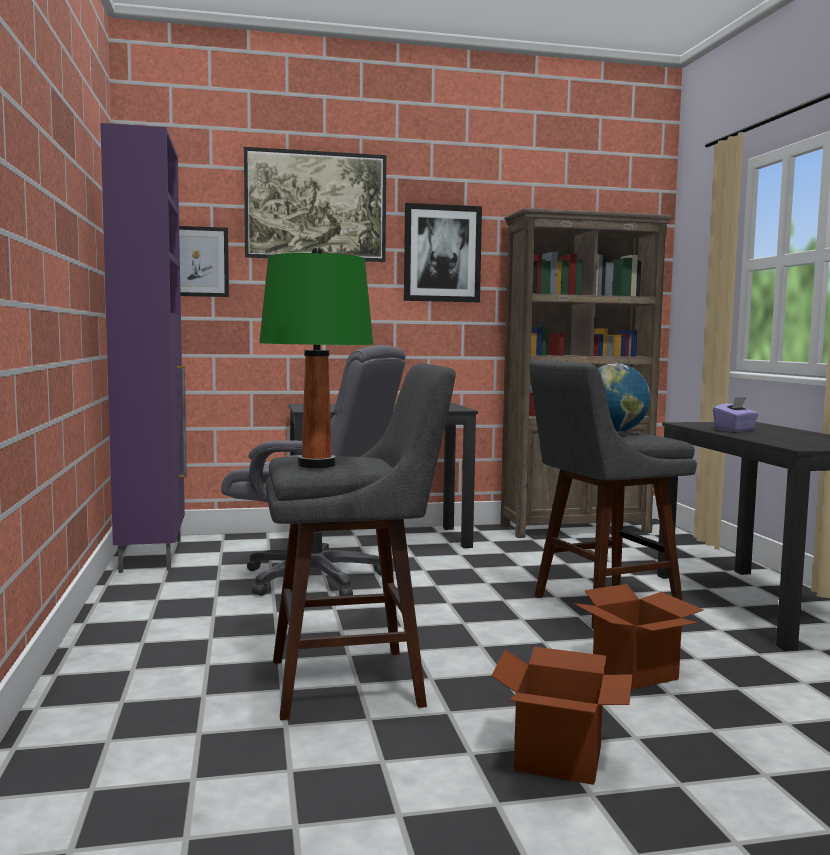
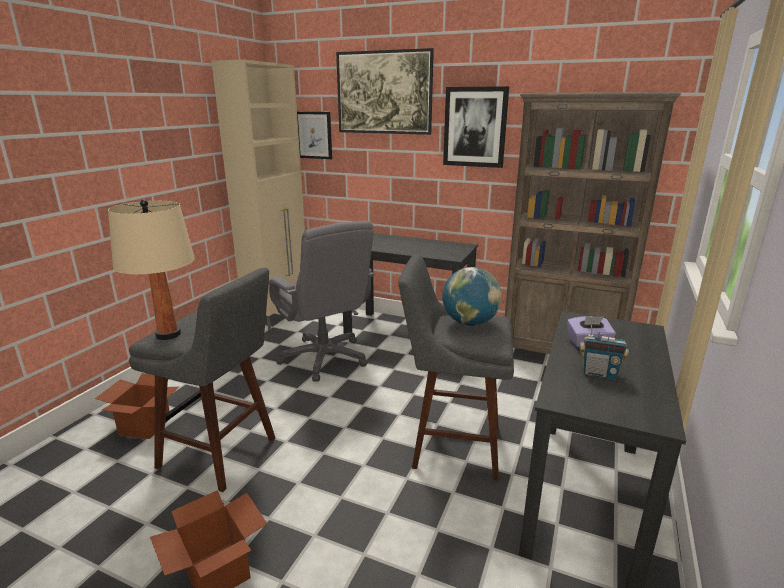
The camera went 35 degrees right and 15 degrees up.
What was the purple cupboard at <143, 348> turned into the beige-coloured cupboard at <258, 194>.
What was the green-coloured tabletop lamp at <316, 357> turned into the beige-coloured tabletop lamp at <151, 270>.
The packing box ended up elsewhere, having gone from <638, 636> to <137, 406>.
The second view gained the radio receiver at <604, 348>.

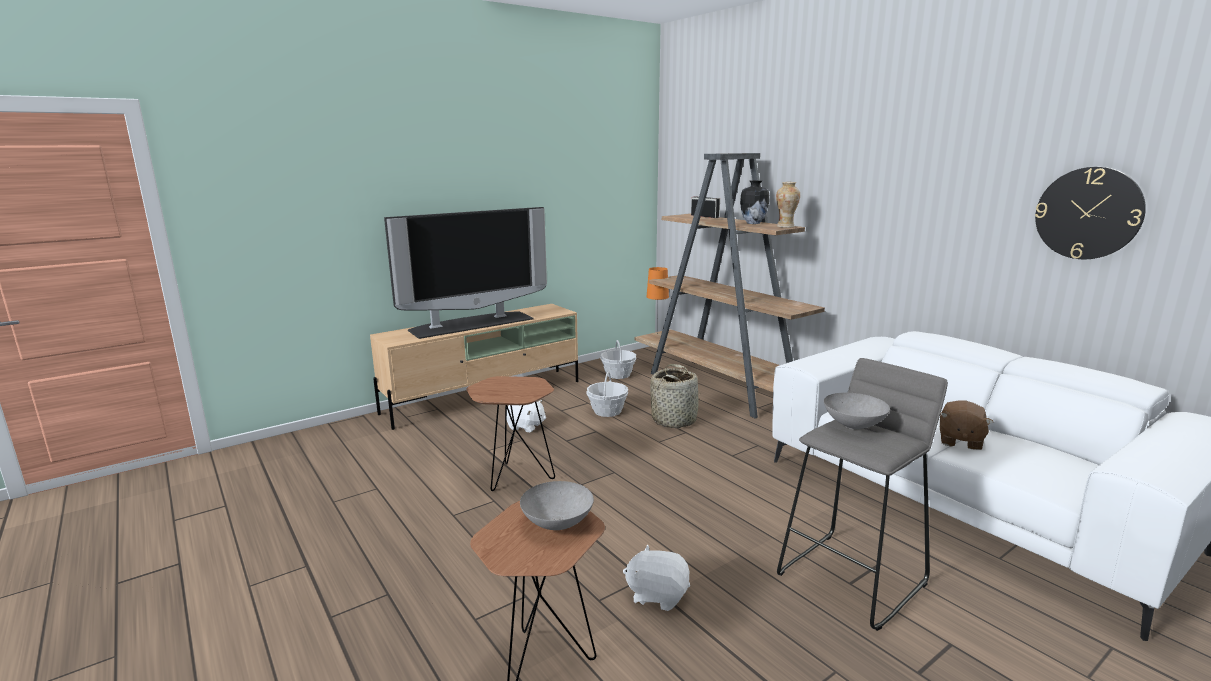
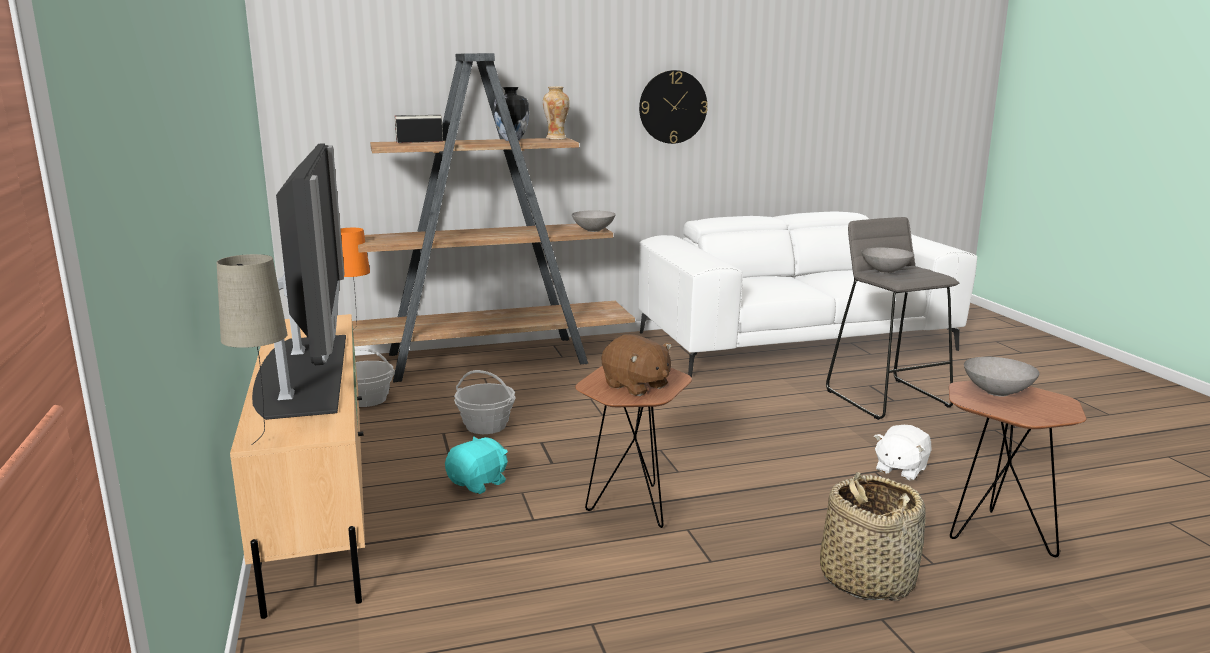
The camera went 70 degrees left and 0 degrees up.
What was the white cuddly toy at <526, 416> turned into the turquoise cuddly toy at <476, 465>.
The basket ended up elsewhere, having gone from <675, 396> to <873, 536>.
The brownish cuddly toy ended up elsewhere, having gone from <966, 425> to <636, 365>.
The hanging clock ended up elsewhere, having gone from <1090, 213> to <673, 107>.
The second view gained the beige-coloured tabletop lamp at <252, 349>.
The second view gained the gray serving bowl at <594, 221>.

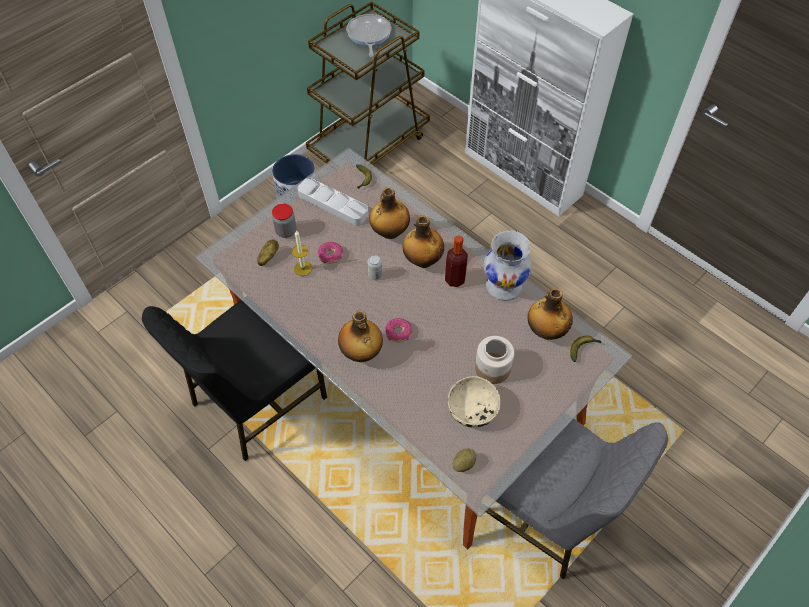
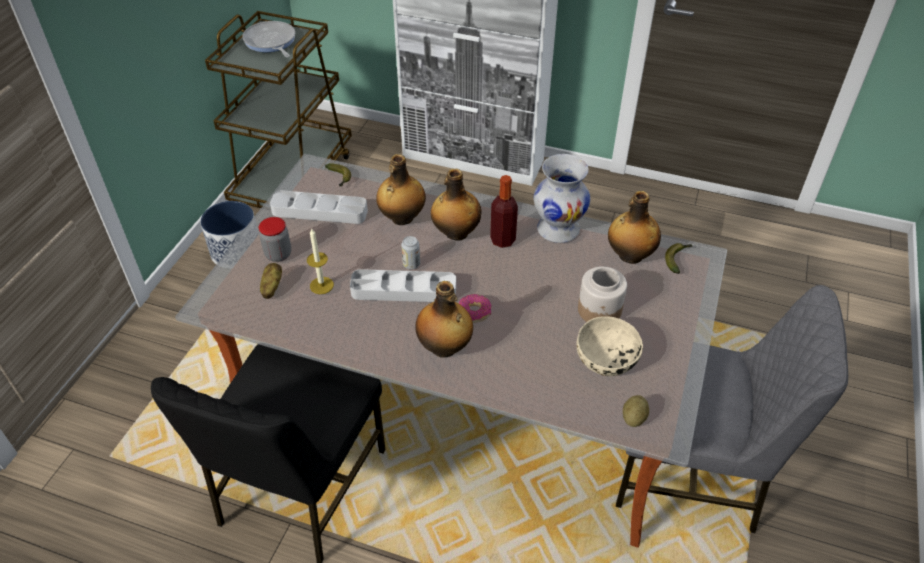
The camera went 25 degrees left and 10 degrees down.
The second view lost the ring doughnut at <330, 253>.
The second view gained the gray carrying tray at <403, 285>.

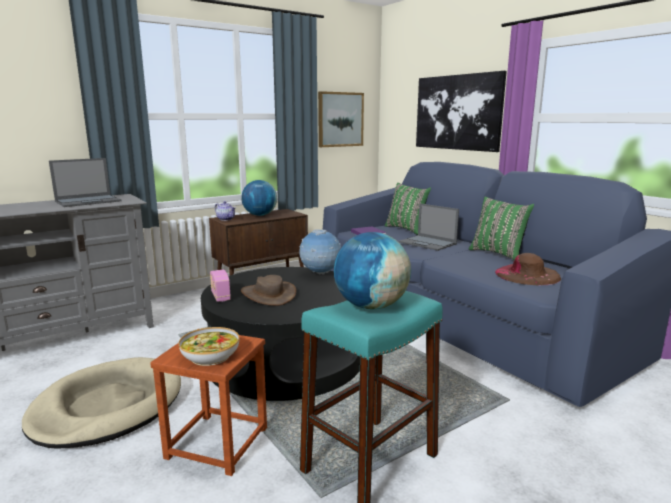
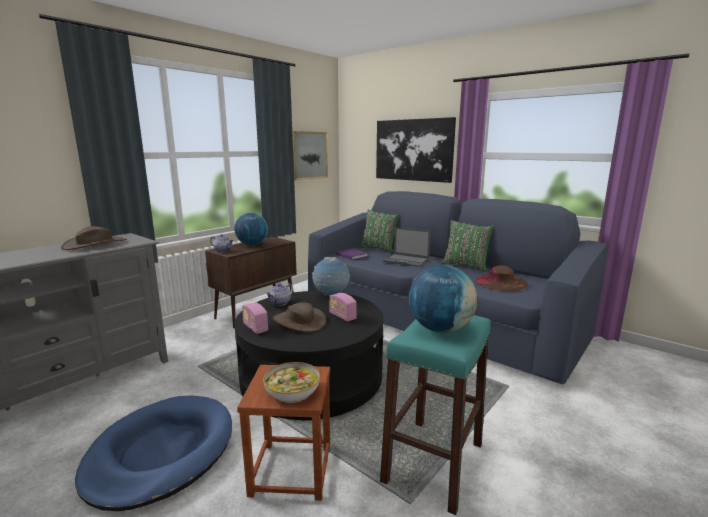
The camera went 15 degrees left and 0 degrees up.
What was the beige-coloured pet bed at <101, 403> turned into the blue-coloured pet bed at <153, 453>.
Where the notebook computer stood at <85, 182>, the brownish wearable hat came to stand at <94, 238>.
The second view gained the teapot at <279, 294>.
The second view gained the radio receiver at <343, 307>.

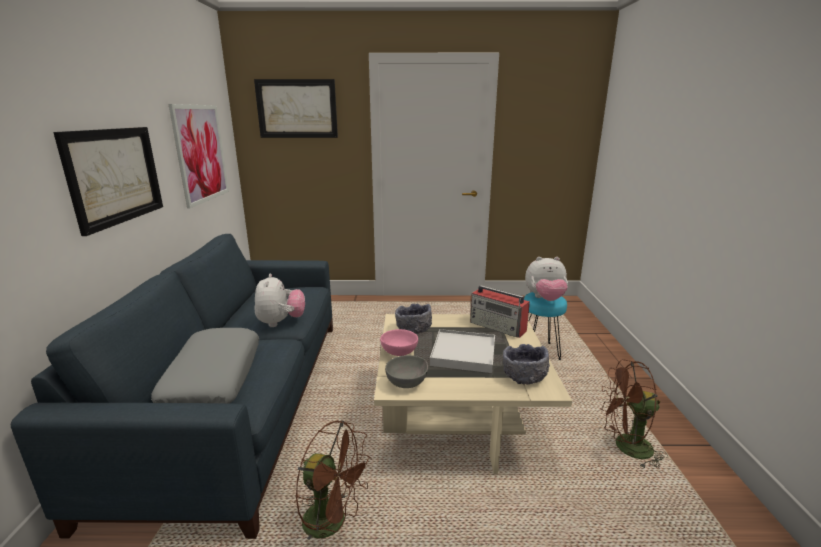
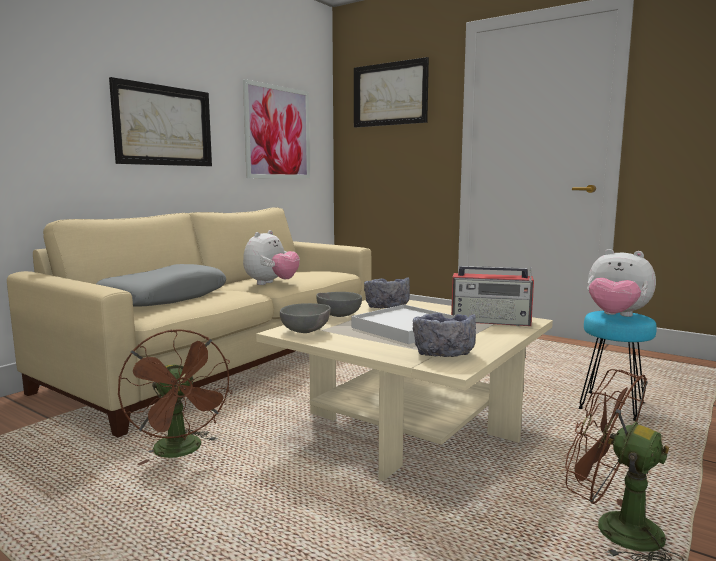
The camera went 35 degrees right and 10 degrees down.
What was the blue-coloured sofa at <172, 386> turned into the beige-coloured sofa at <189, 322>.
What was the pink serving bowl at <399, 342> turned into the gray serving bowl at <339, 304>.
The radio receiver at <500, 311> ended up facing another way, 60 degrees counterclockwise from before.

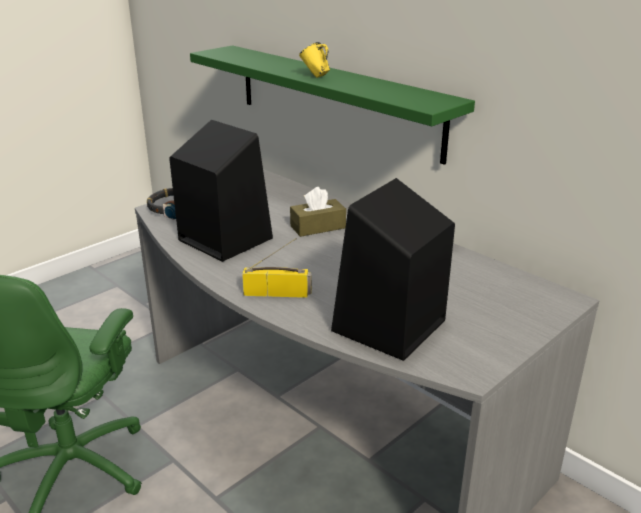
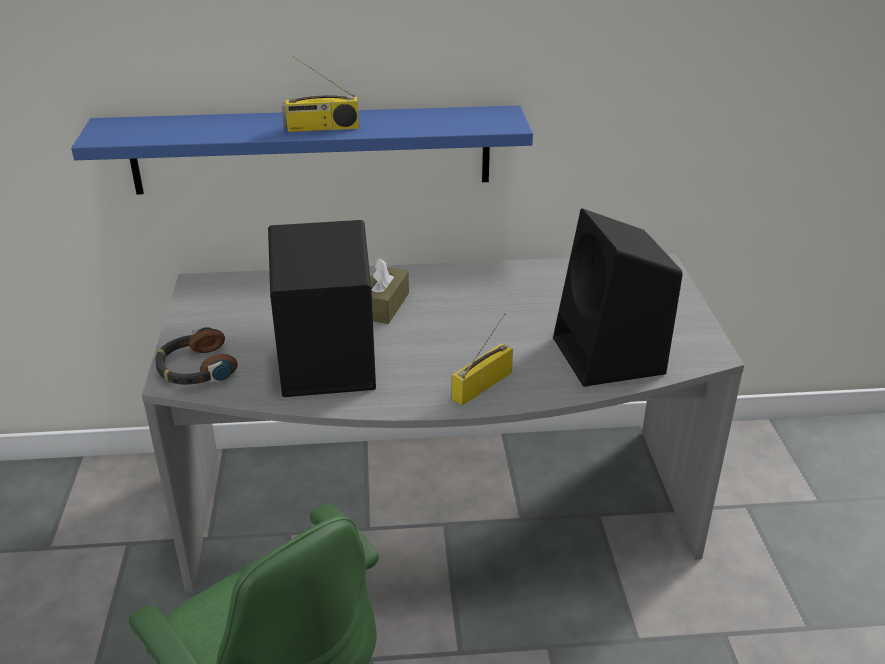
The camera went 50 degrees left and 5 degrees up.
What was the green-coloured bracket shelf at <332, 105> turned into the blue-coloured bracket shelf at <302, 150>.
Where the yellow-coloured mug stood at <314, 60>, the radio receiver came to stand at <320, 94>.

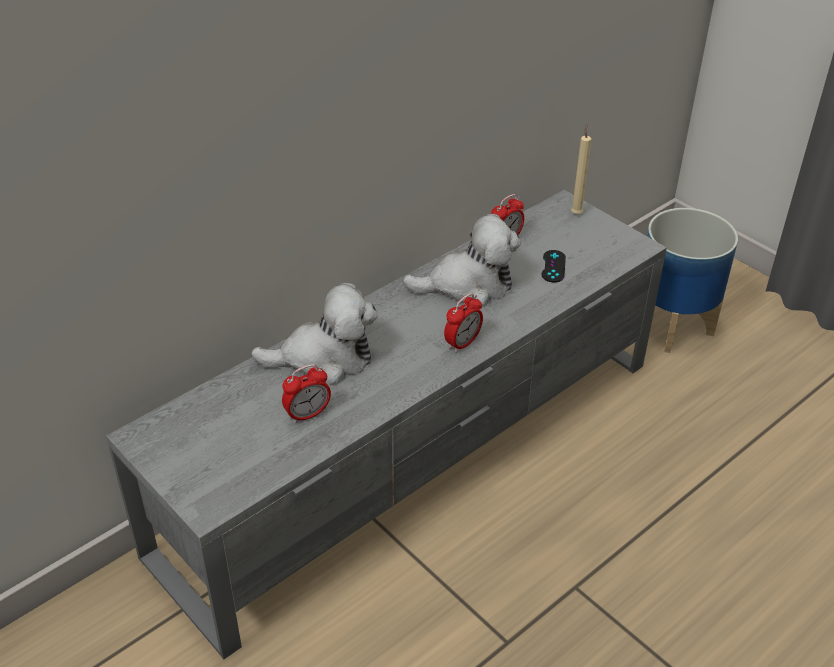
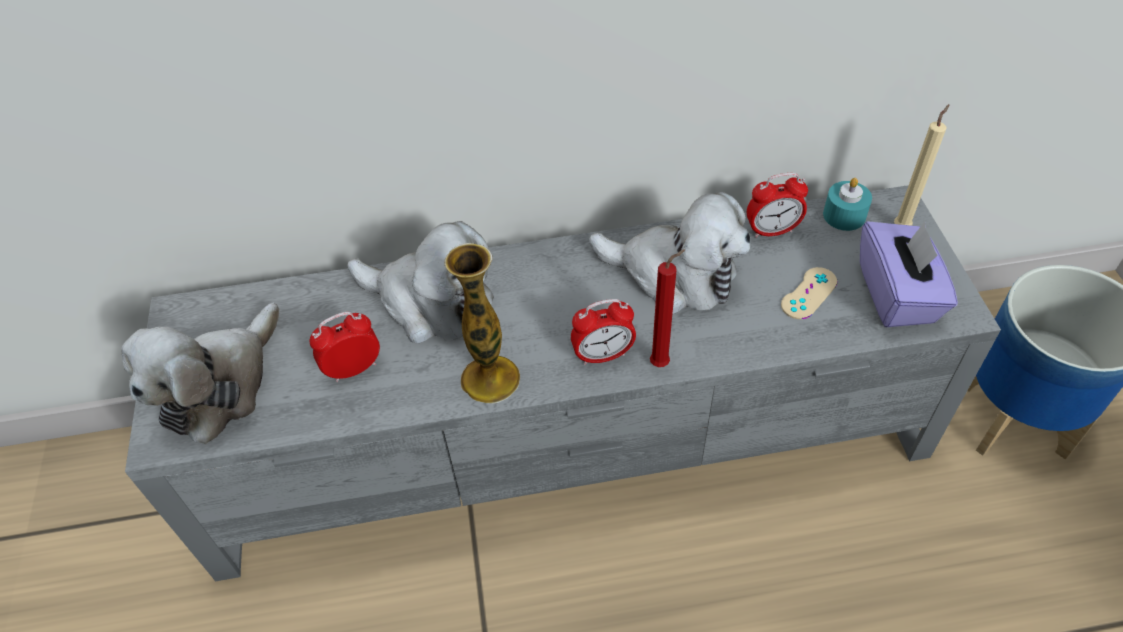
The camera went 35 degrees right and 10 degrees up.
The alarm clock at <306, 394> ended up facing another way, 150 degrees clockwise from before.
What was the black game controller at <554, 266> turned into the beige-coloured game controller at <809, 293>.
The second view gained the cuddly toy at <200, 373>.
The second view gained the flower vase at <482, 323>.
The second view gained the red-coloured wax light at <667, 308>.
The second view gained the turquoise wax light at <847, 204>.
The second view gained the purple tissue holder at <909, 274>.

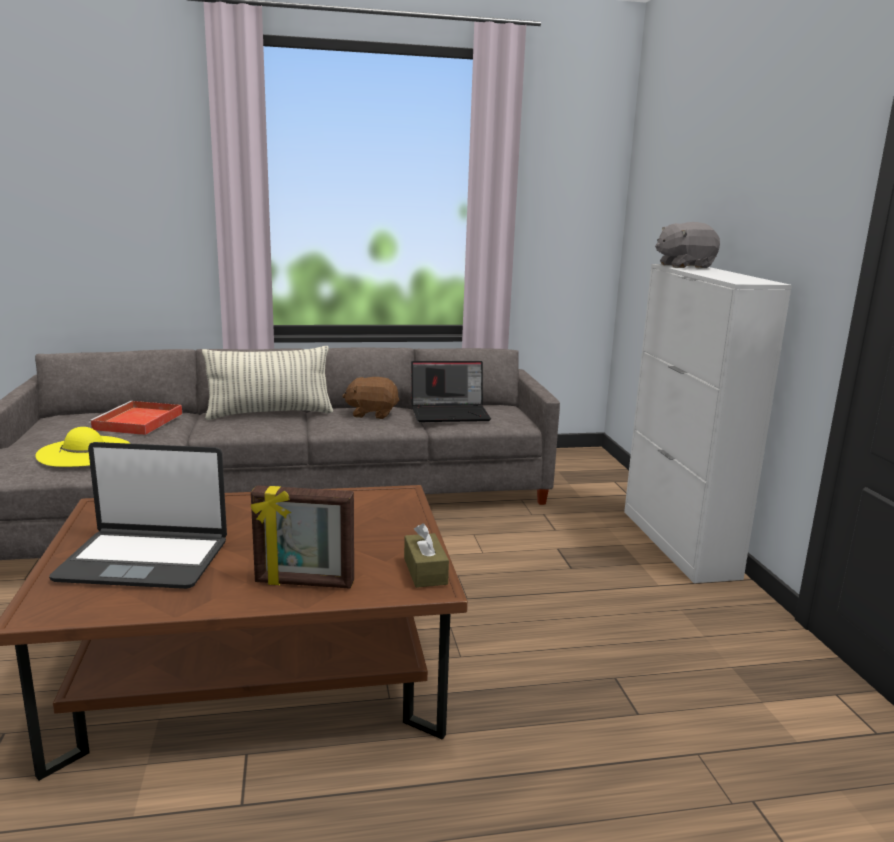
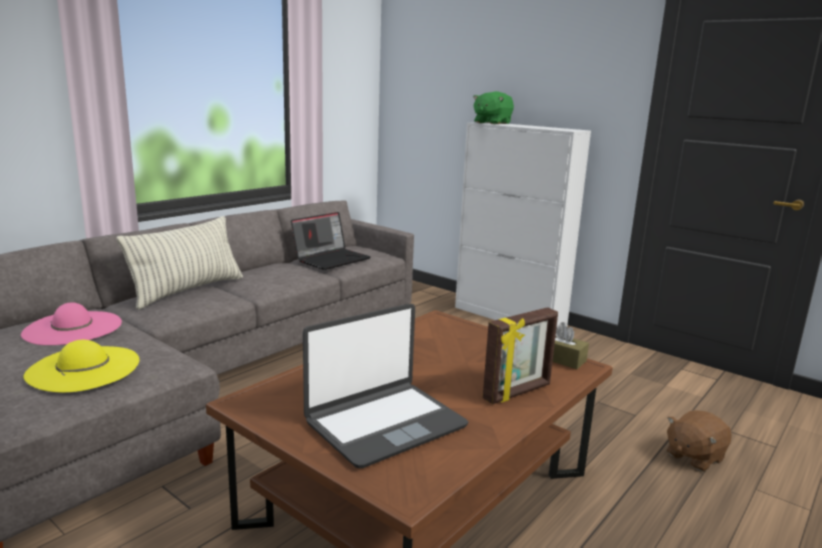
The camera went 40 degrees left and 0 degrees up.
Where the red-coloured carrying tray stood at <135, 418>, the pink wearable hat came to stand at <71, 323>.
The brownish cuddly toy ended up elsewhere, having gone from <370, 398> to <699, 440>.
What was the gray cuddly toy at <687, 245> turned into the green-coloured cuddly toy at <493, 107>.

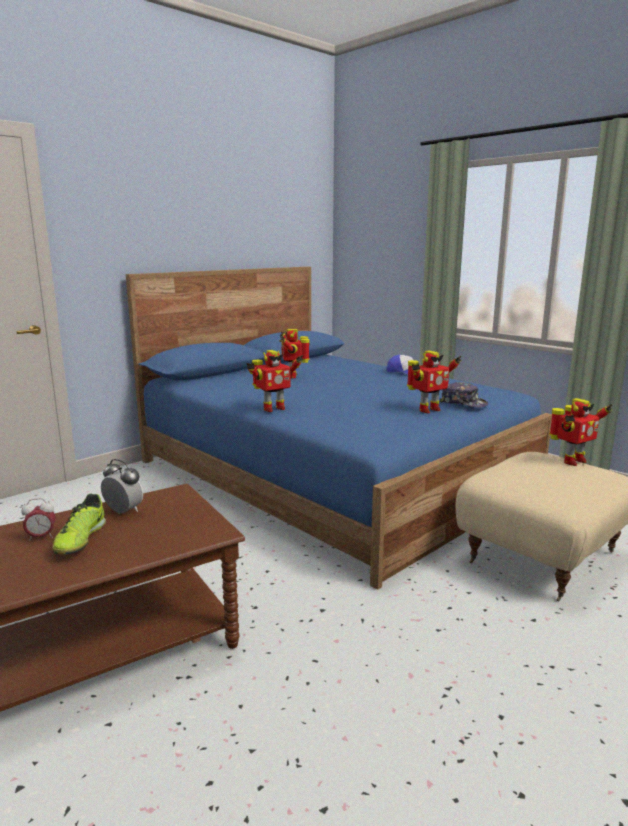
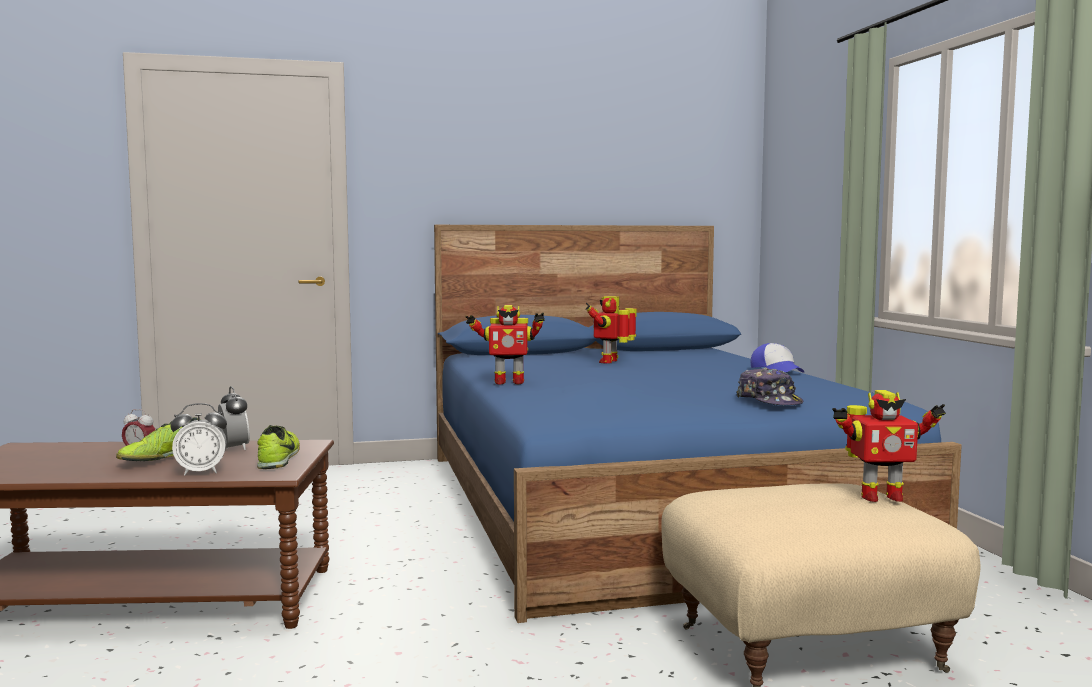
The camera went 30 degrees right and 10 degrees down.
The second view lost the toy robot at <434, 382>.
The second view gained the alarm clock at <198, 439>.
The second view gained the item of footwear at <278, 447>.

